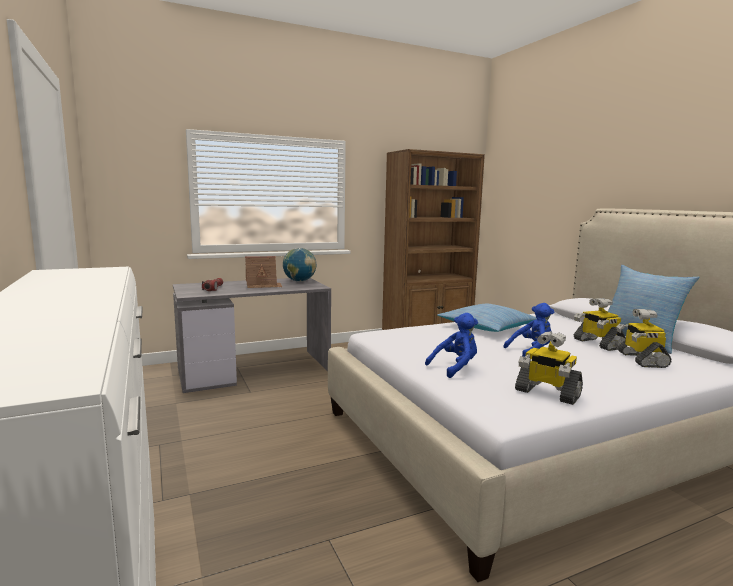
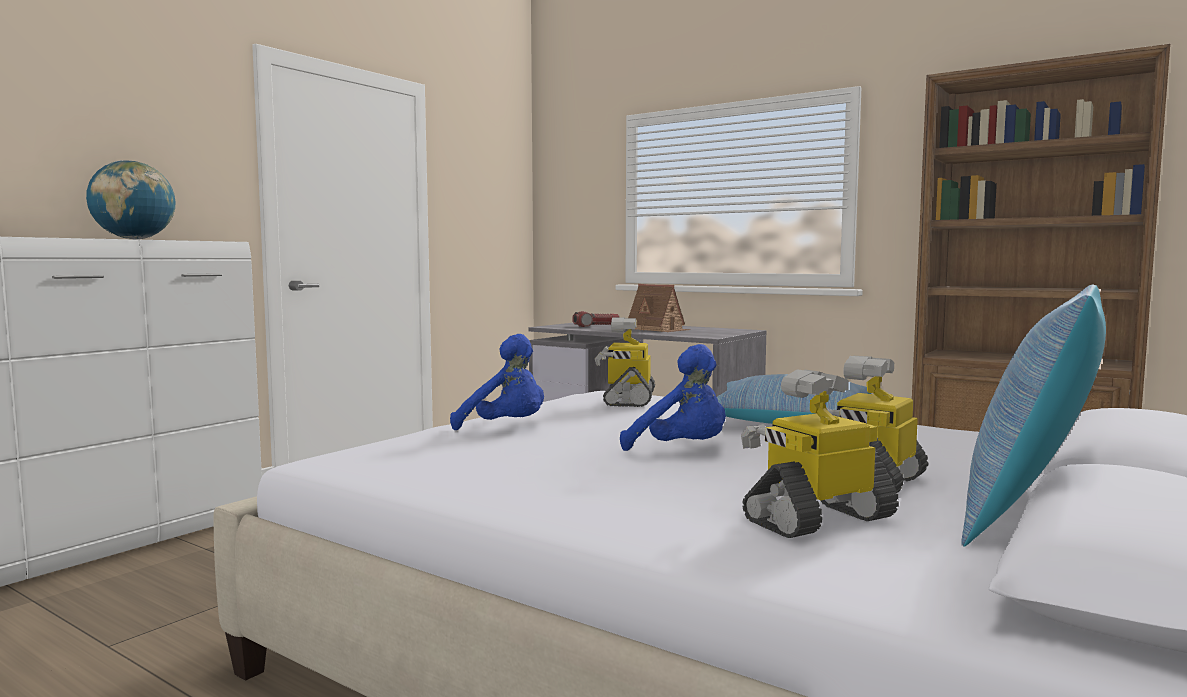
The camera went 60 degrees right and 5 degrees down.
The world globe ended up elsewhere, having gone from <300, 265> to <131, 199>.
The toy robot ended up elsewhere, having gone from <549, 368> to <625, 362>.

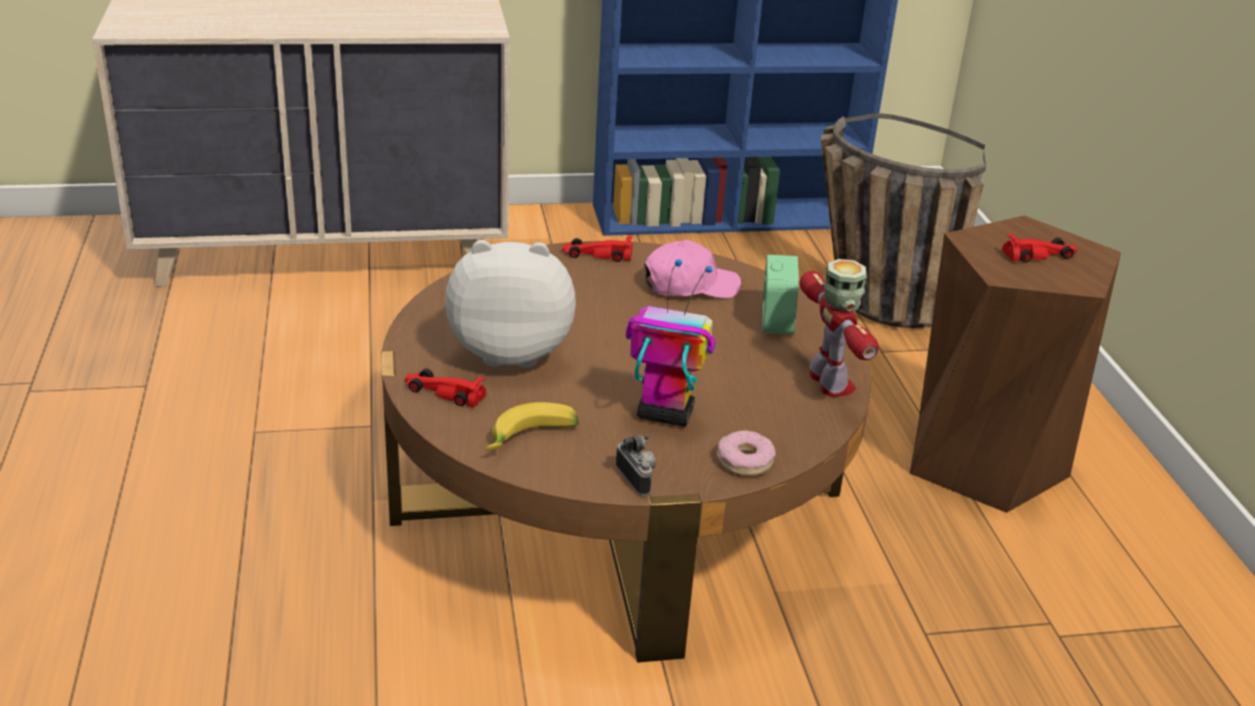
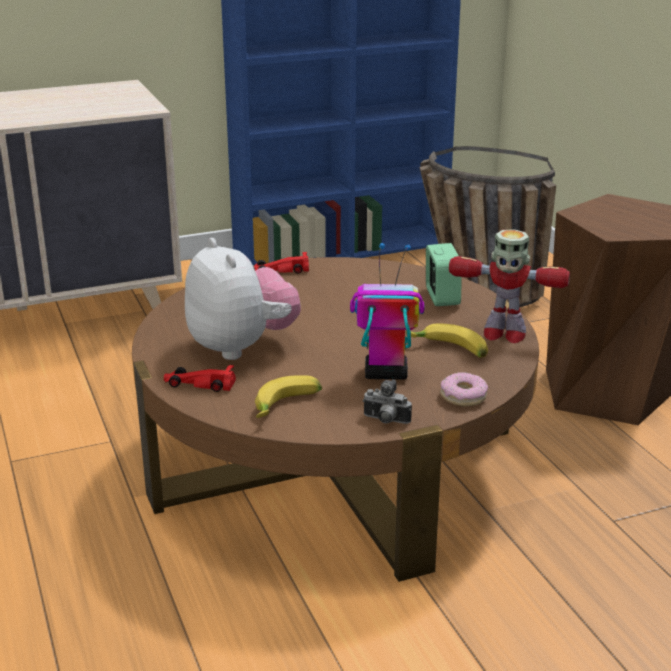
The camera went 10 degrees left and 5 degrees down.
The cuddly toy at <510, 304> ended up facing another way, 75 degrees clockwise from before.
The photo camera at <636, 465> ended up facing another way, 150 degrees clockwise from before.
The second view lost the pink peaked cap at <692, 269>.
The toy robot at <839, 328> ended up facing another way, 135 degrees clockwise from before.
The second view lost the red-coloured toy car at <1039, 248>.
The second view gained the banana at <447, 340>.

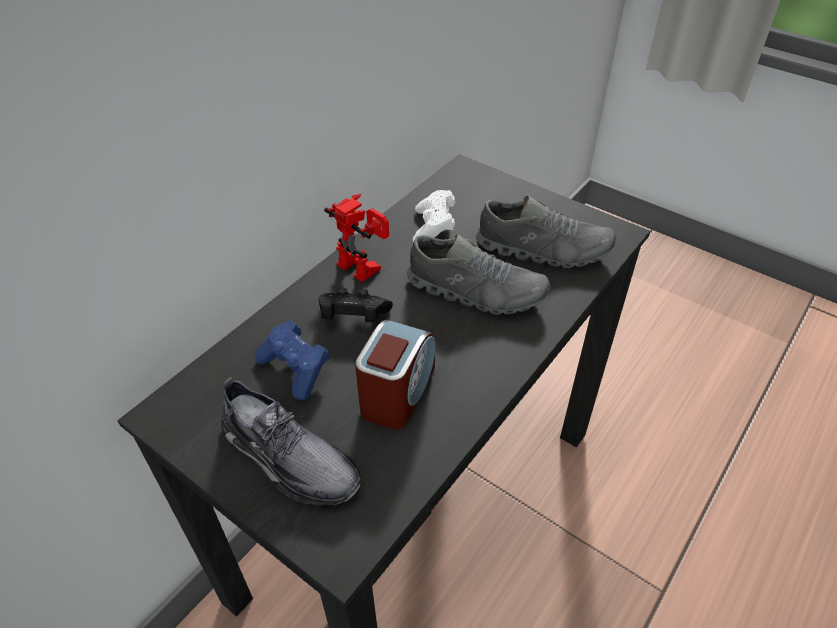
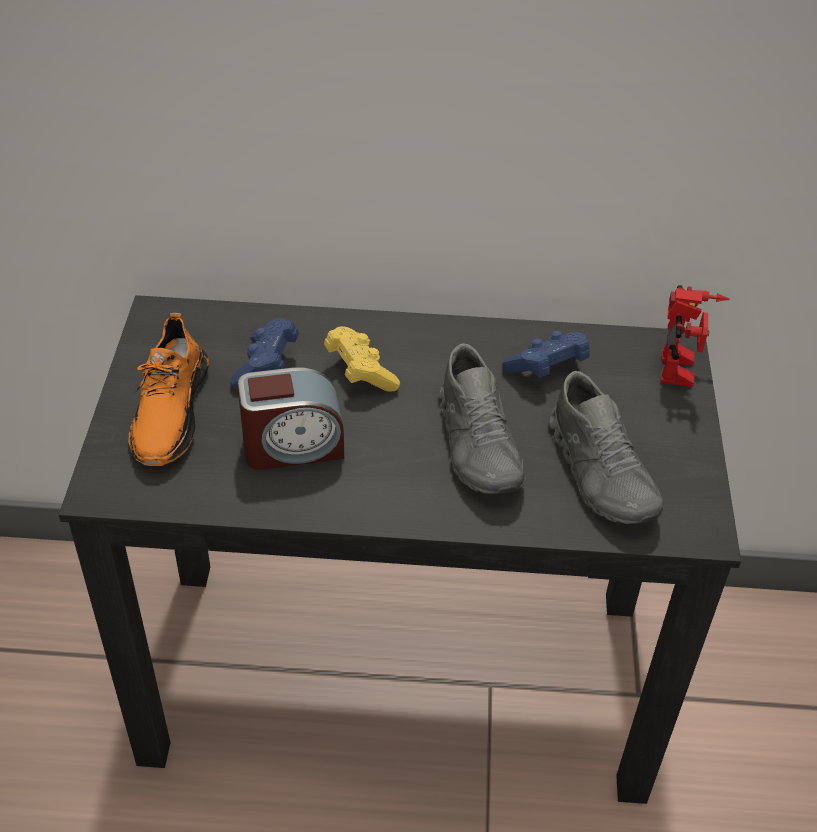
The camera went 55 degrees right and 0 degrees up.
What was the gray item of footwear at <291, 441> turned into the orangey item of footwear at <168, 389>.
What was the black game controller at <355, 304> turned into the yellow-coloured game controller at <362, 358>.
The toy robot ended up elsewhere, having gone from <356, 238> to <695, 336>.
What was the white game controller at <434, 216> turned into the blue-coloured game controller at <546, 354>.

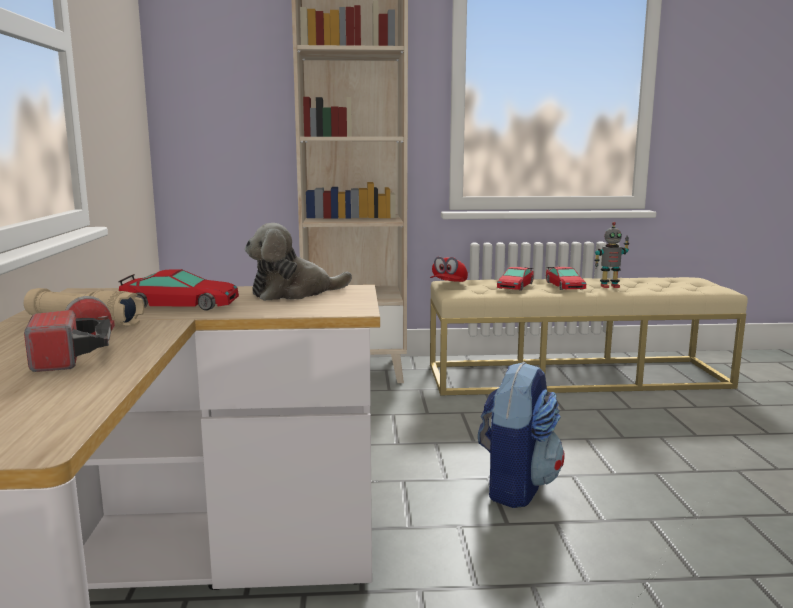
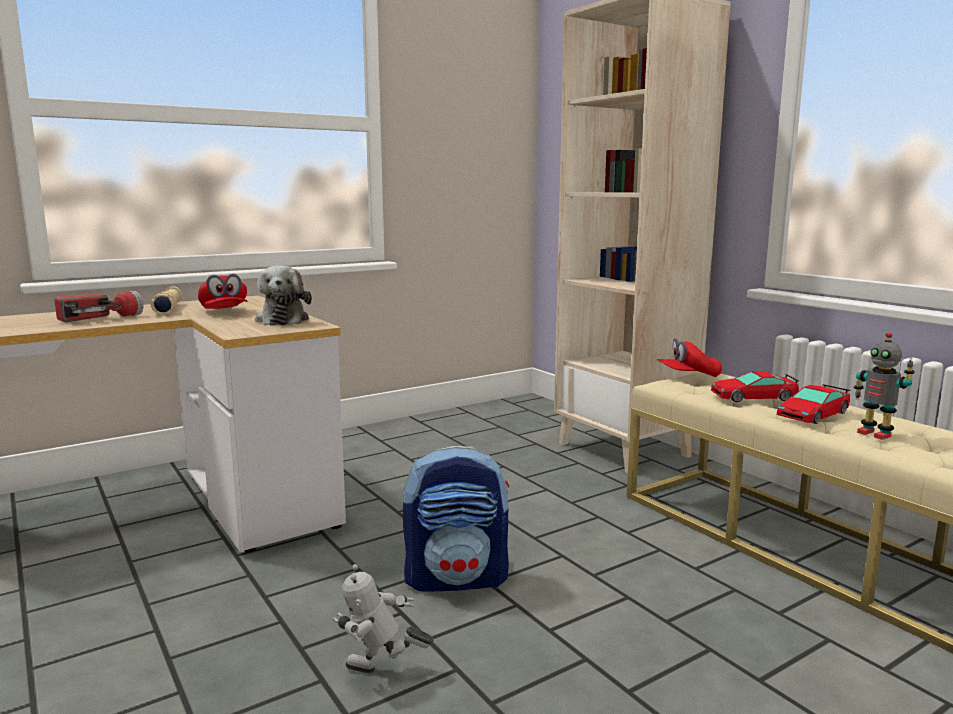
The camera went 60 degrees right and 0 degrees up.
Where the toy car stood at <178, 290>, the red-coloured peaked cap came to stand at <222, 291>.
The cuddly toy at <298, 262> ended up facing another way, 135 degrees counterclockwise from before.
The second view gained the toy robot at <383, 618>.

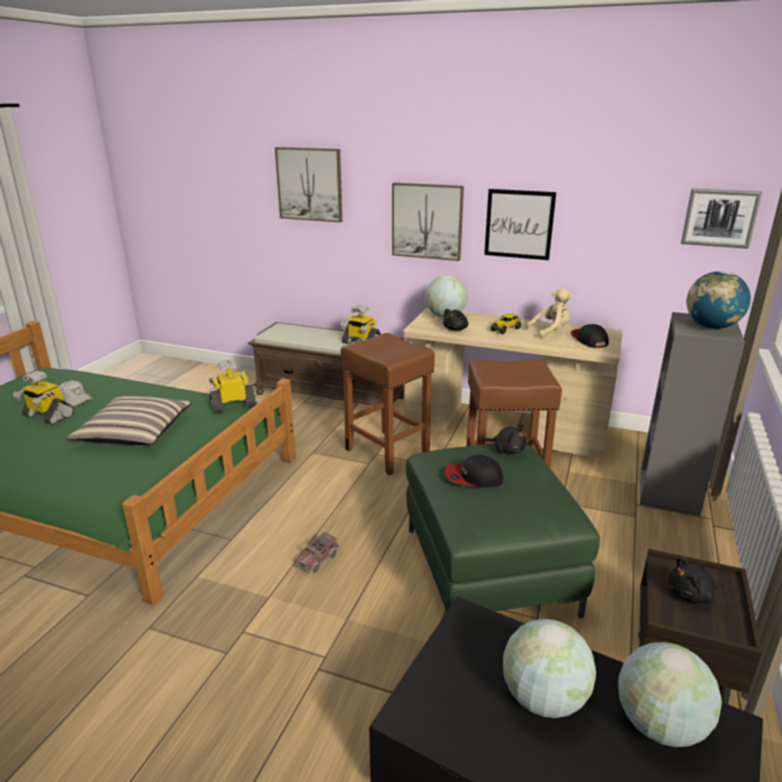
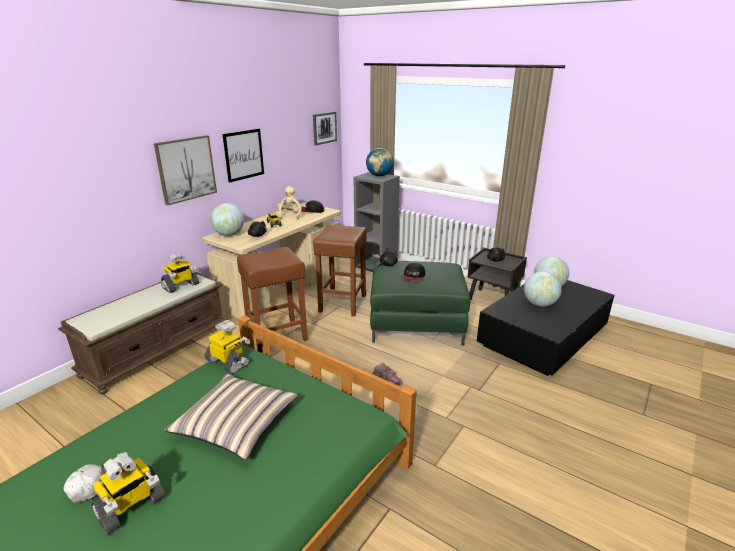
The camera went 75 degrees left and 0 degrees up.
The toy robot at <232, 386> ended up facing another way, 135 degrees clockwise from before.
The second view lost the wall art at <308, 184>.

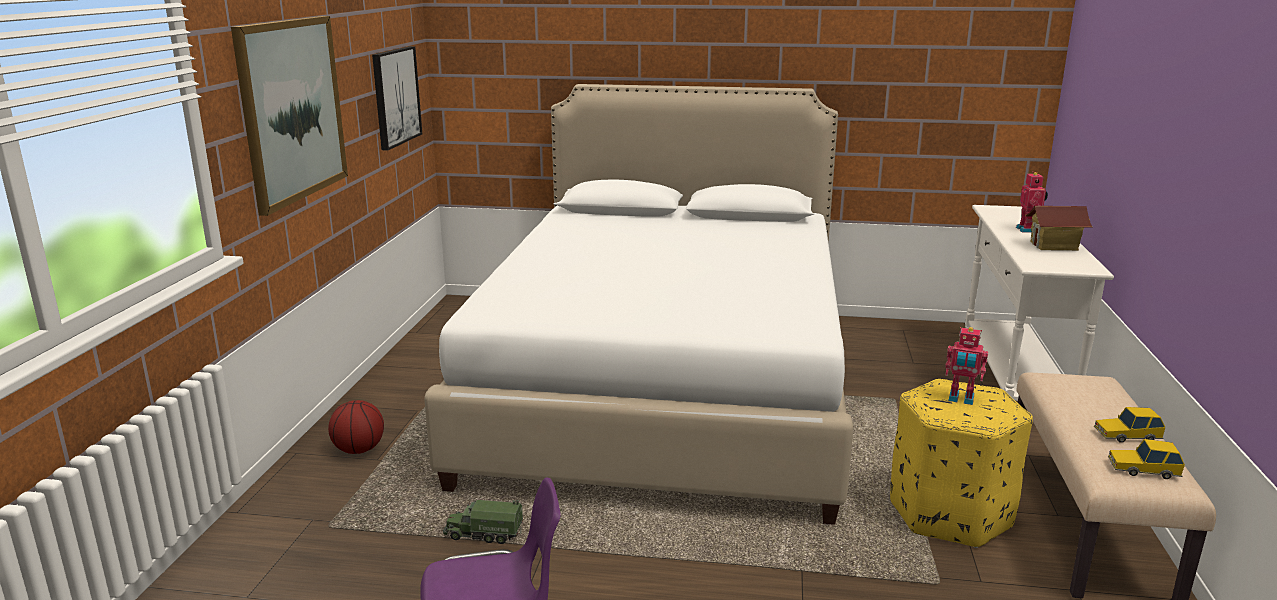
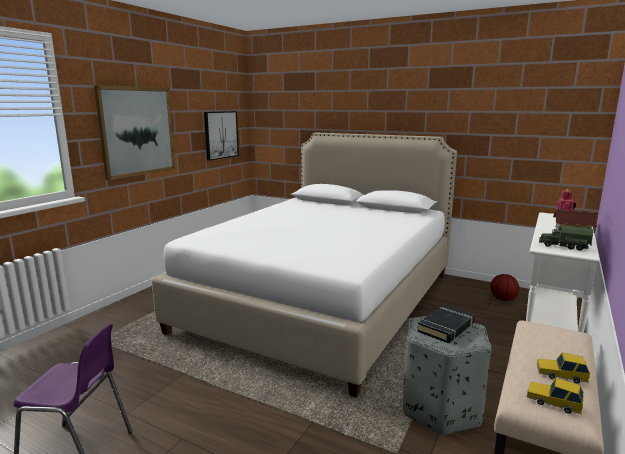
The camera went 20 degrees right and 5 degrees down.
The basketball ball ended up elsewhere, having gone from <356, 427> to <504, 287>.
The model truck ended up elsewhere, having gone from <483, 522> to <566, 238>.
What was the yellow-coloured footrest at <961, 463> turned into the gray footrest at <447, 375>.
Where the toy robot stood at <966, 366>, the black bound book came to stand at <445, 324>.

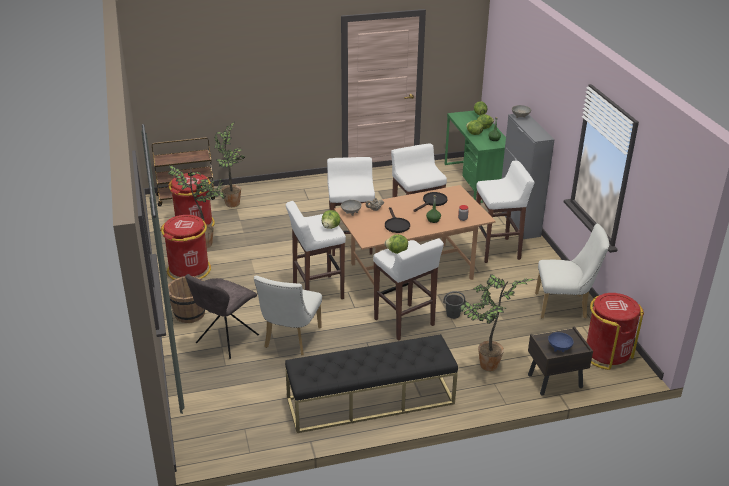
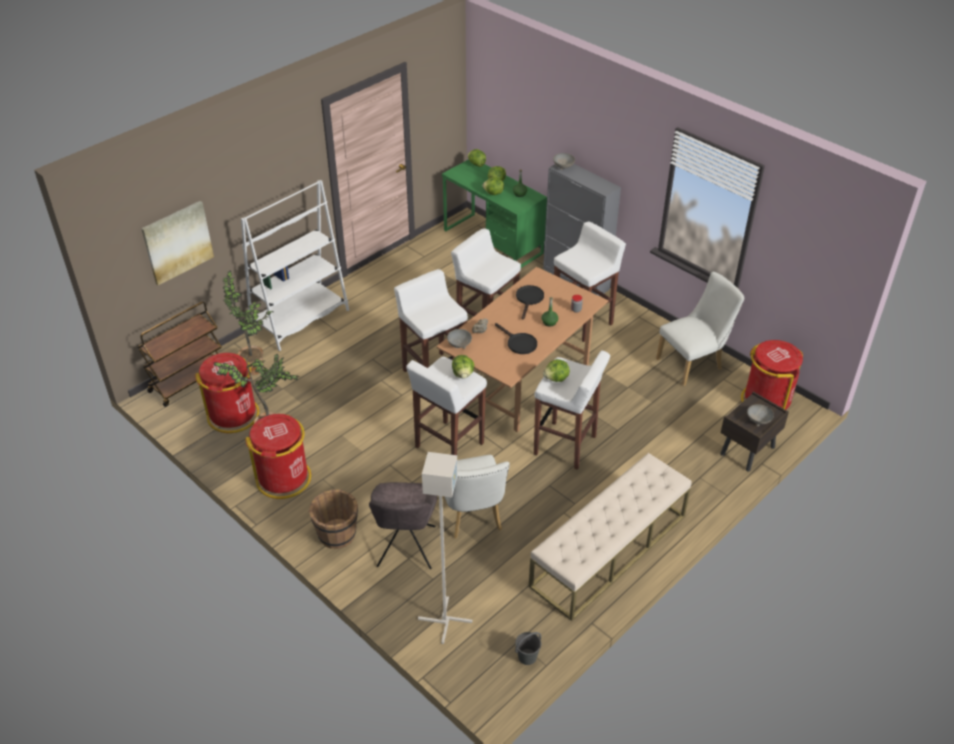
The camera went 30 degrees left and 10 degrees up.
What was the black indoor bench at <371, 383> turned into the beige-coloured indoor bench at <610, 537>.
The gray water bucket ended up elsewhere, having gone from <454, 305> to <528, 648>.
The second view lost the plant in a pot at <497, 322>.
What was the blue-coloured serving bowl at <561, 342> turned into the gray serving bowl at <760, 415>.
The second view gained the wall art at <177, 243>.
The second view gained the white bookshelf at <295, 265>.
The second view gained the gray standard lamp at <445, 548>.

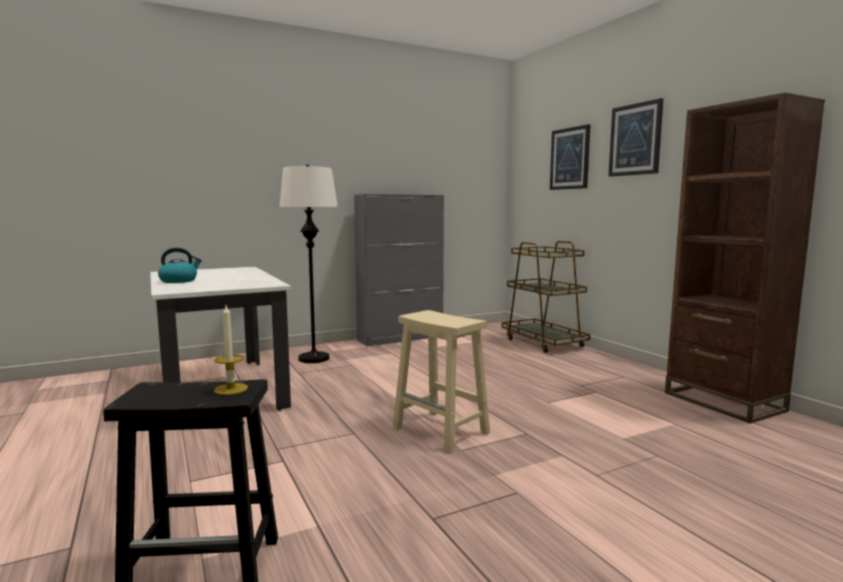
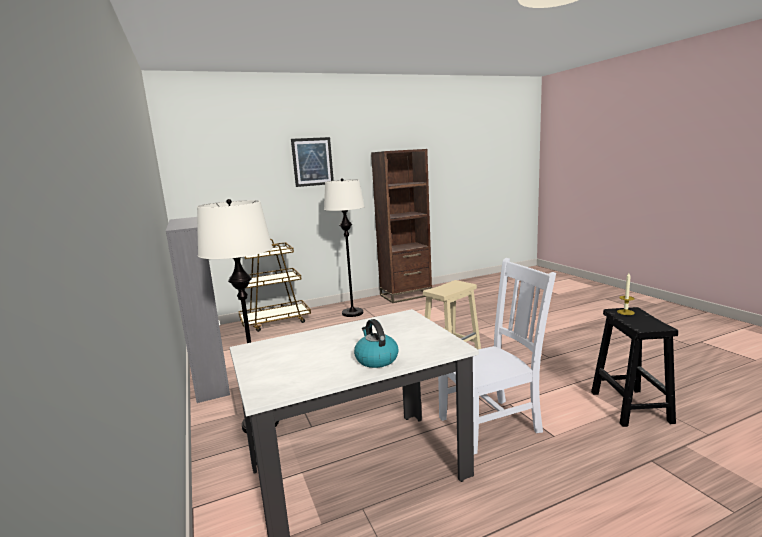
The camera went 85 degrees left and 5 degrees up.
The second view lost the wall art at <570, 157>.
The second view gained the white standard lamp at <344, 247>.
The second view gained the white upright chair at <497, 356>.

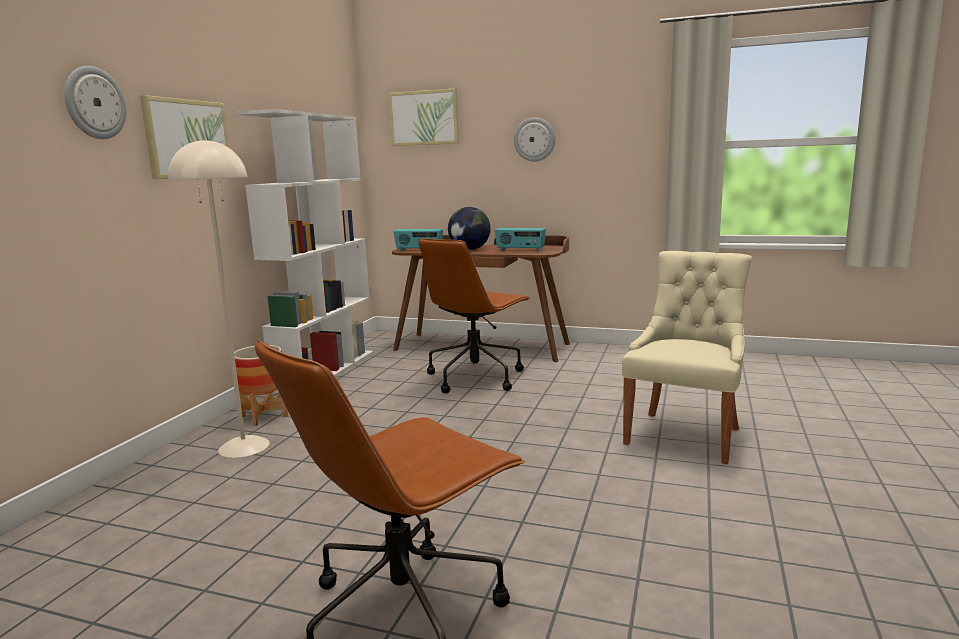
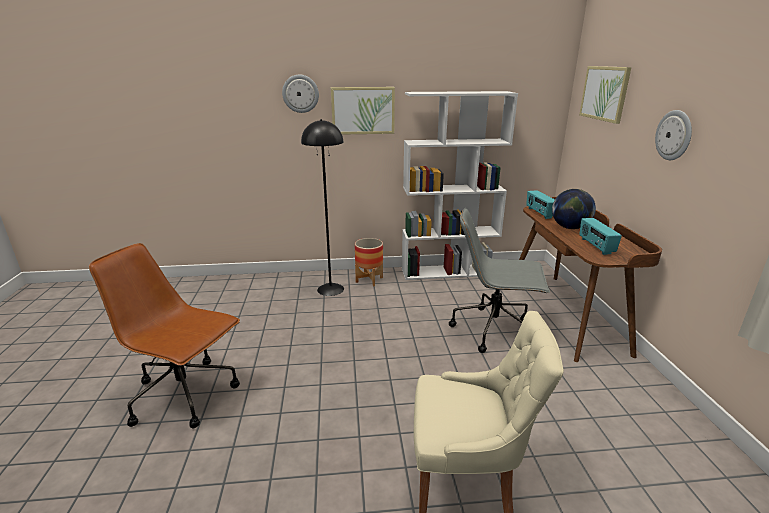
The camera went 65 degrees right and 10 degrees up.
What was the beige-coloured standard lamp at <219, 298> turned into the black standard lamp at <322, 207>.
What was the brownish office chair at <474, 316> turned into the gray office chair at <499, 280>.

